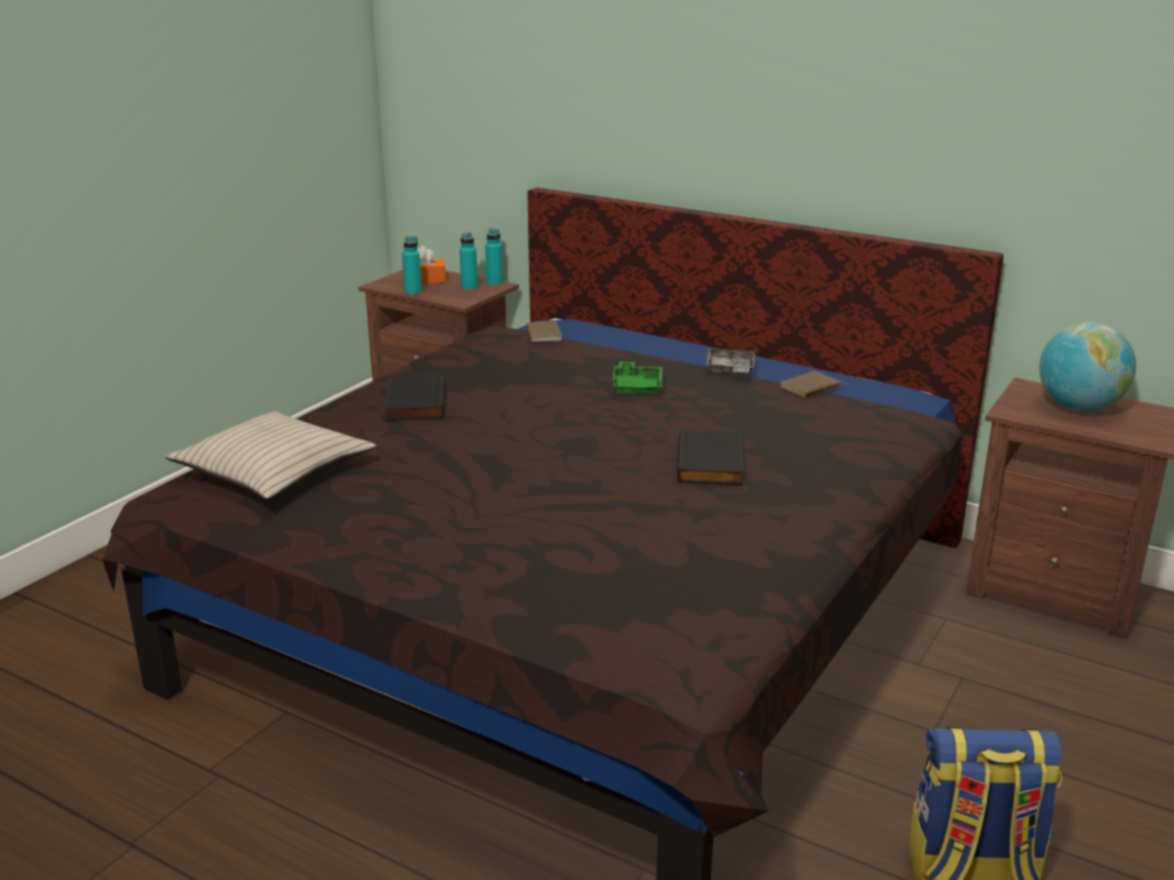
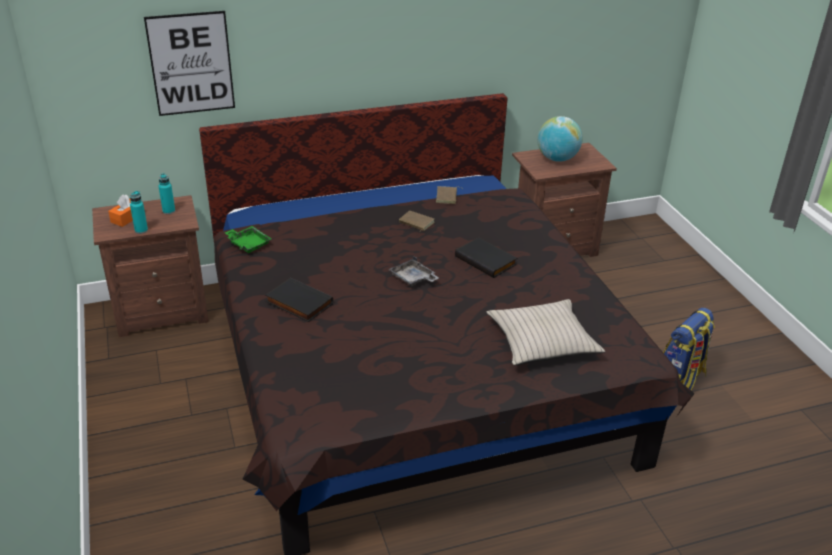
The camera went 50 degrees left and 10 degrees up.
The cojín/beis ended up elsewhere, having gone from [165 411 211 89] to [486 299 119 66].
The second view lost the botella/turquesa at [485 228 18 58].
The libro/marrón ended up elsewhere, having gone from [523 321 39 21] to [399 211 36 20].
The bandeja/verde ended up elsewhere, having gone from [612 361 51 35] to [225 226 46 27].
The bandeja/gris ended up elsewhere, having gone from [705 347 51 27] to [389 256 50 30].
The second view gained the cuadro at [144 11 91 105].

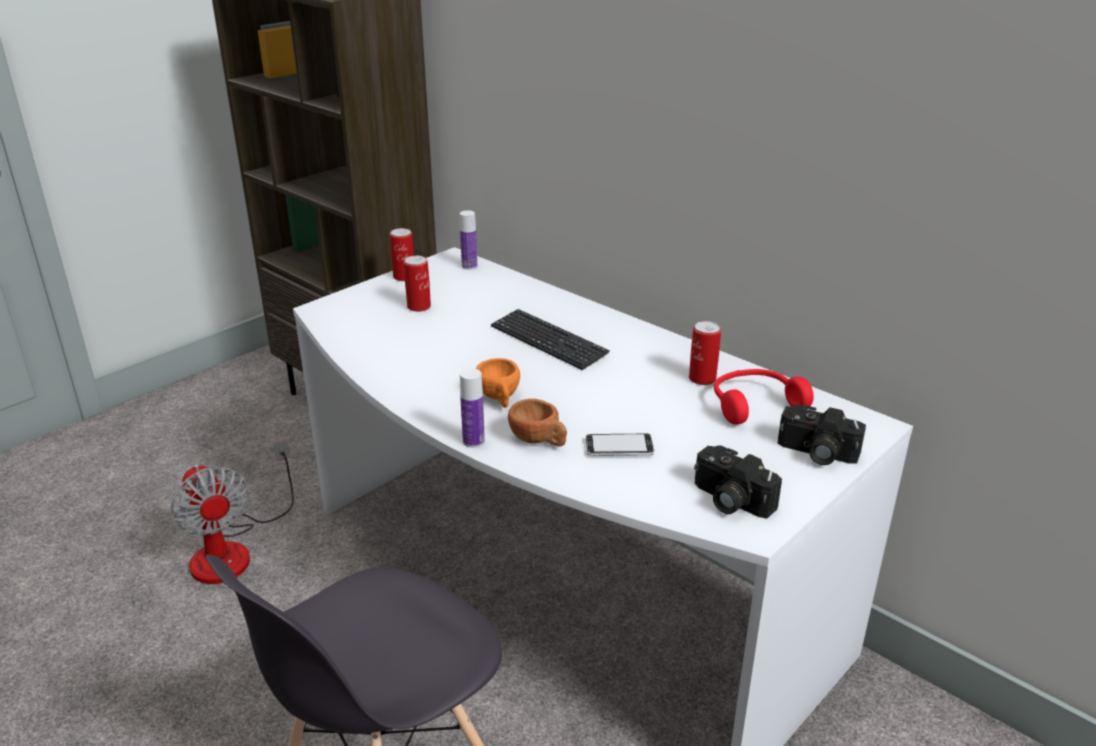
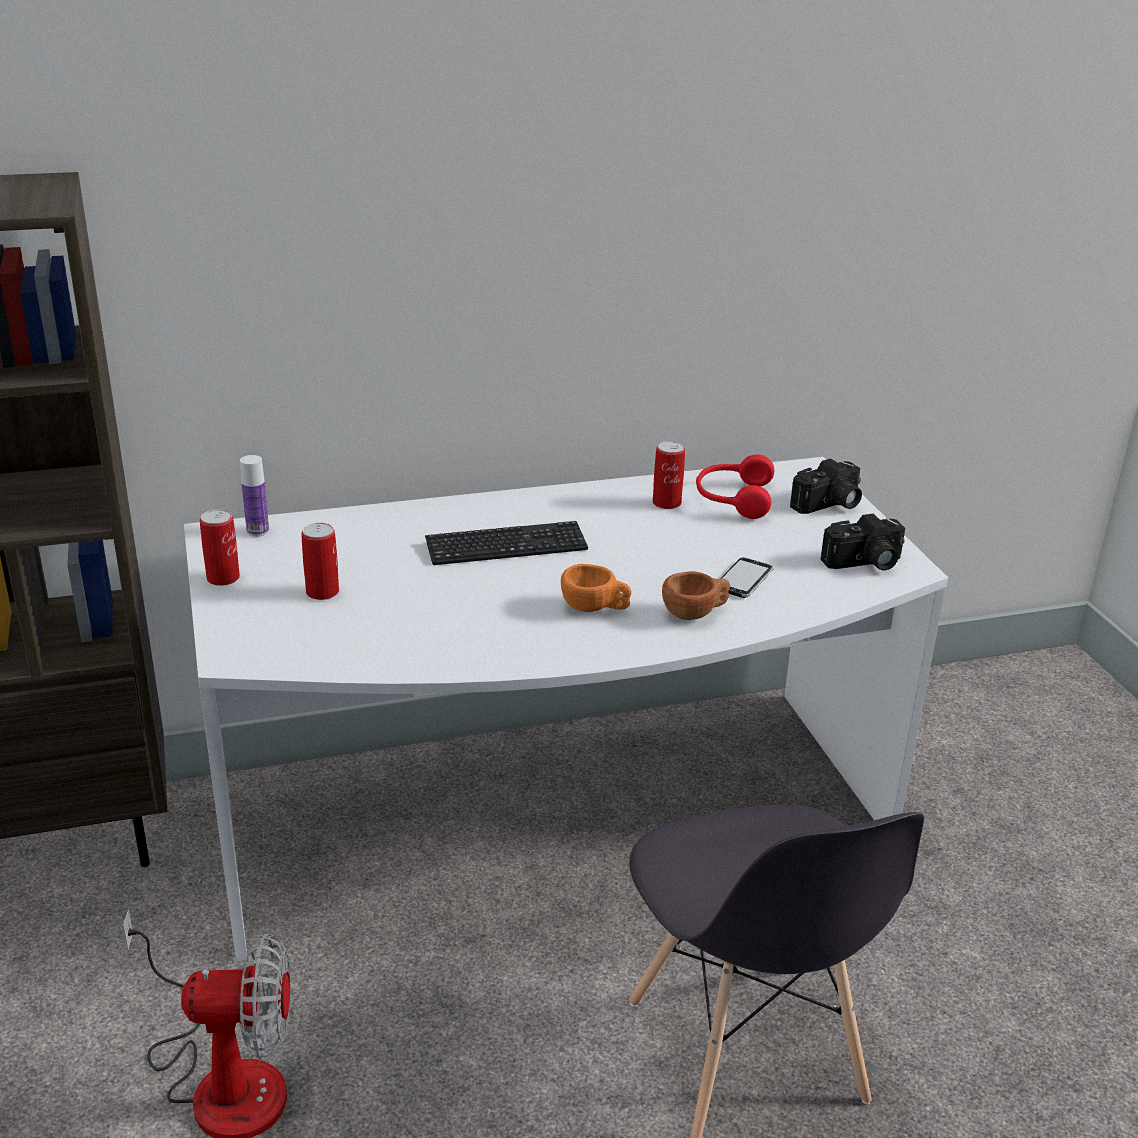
The camera went 60 degrees left and 0 degrees up.
The second view lost the botella at [460 368 25 80].

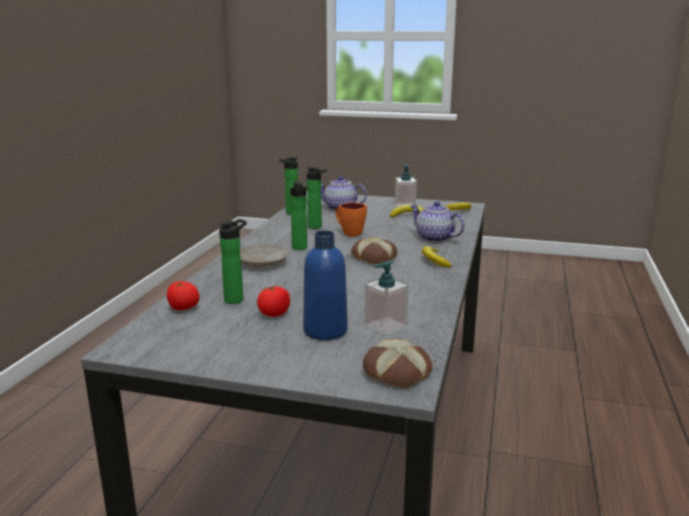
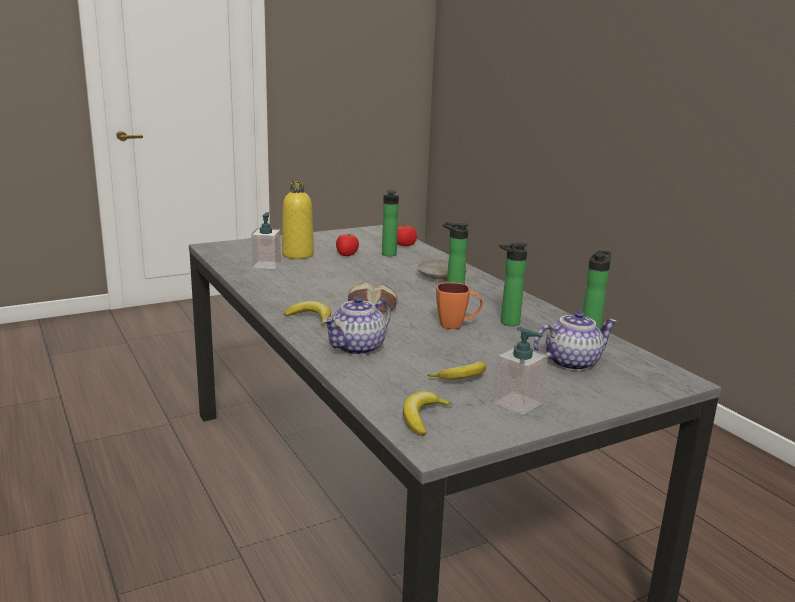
The camera went 135 degrees right and 0 degrees up.
What was the botella/azul at [303 231 45 109] turned into the botella/amarillo at [282 181 32 78].
The second view lost the pan at [363 339 70 48].
The tetera at [410 201 55 41] ended up facing another way, 135 degrees clockwise from before.

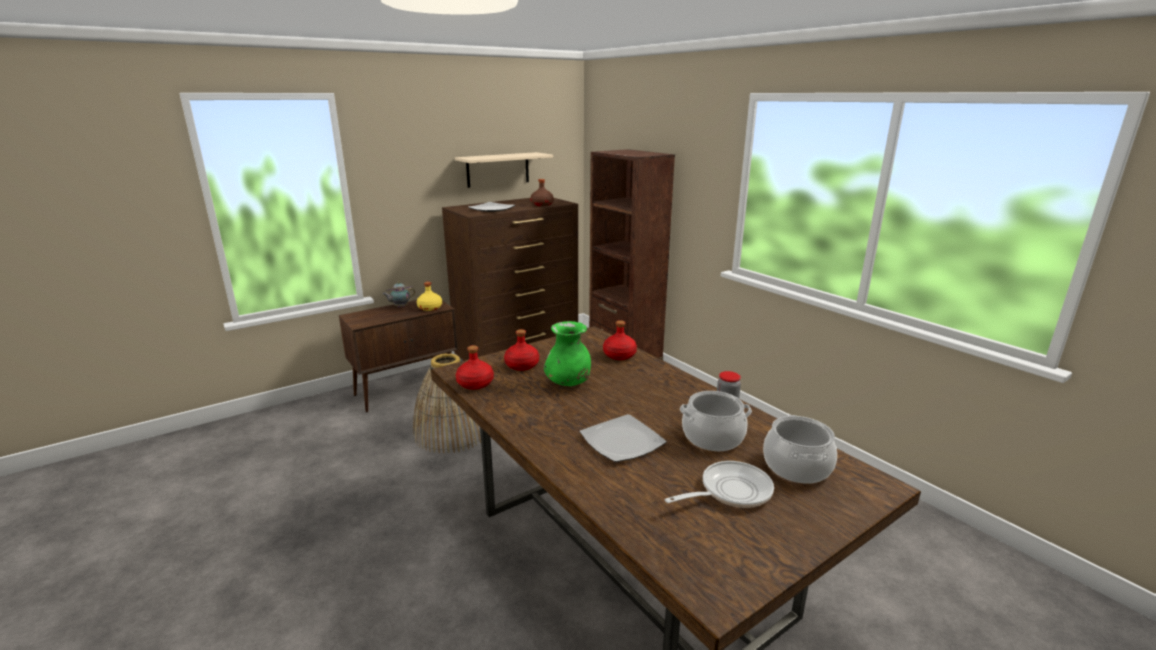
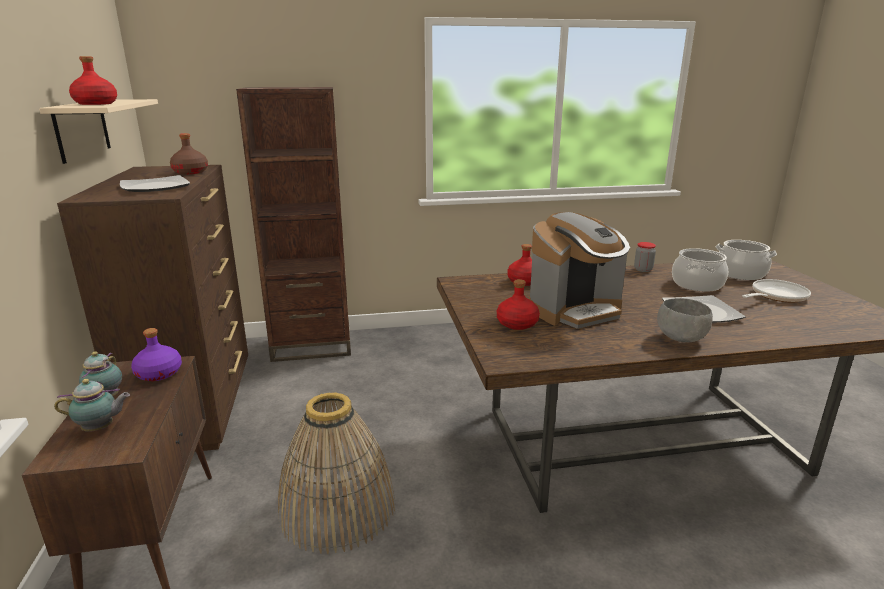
The camera went 65 degrees left and 0 degrees up.
What was the botella/amarillo at [417 282 25 29] turned into the botella/morado at [131 328 51 53].
The botella/rojo ended up elsewhere, having gone from [456 345 38 45] to [69 56 48 49].
Where the florero/verde stood at [544 321 47 65], the cafetera came to stand at [529 212 101 117].
The sartén at [664 461 110 47] ended up facing another way, 60 degrees clockwise from before.
The second view gained the tetera at [54 379 76 53].
The second view gained the cuenco/gris at [657 298 56 44].

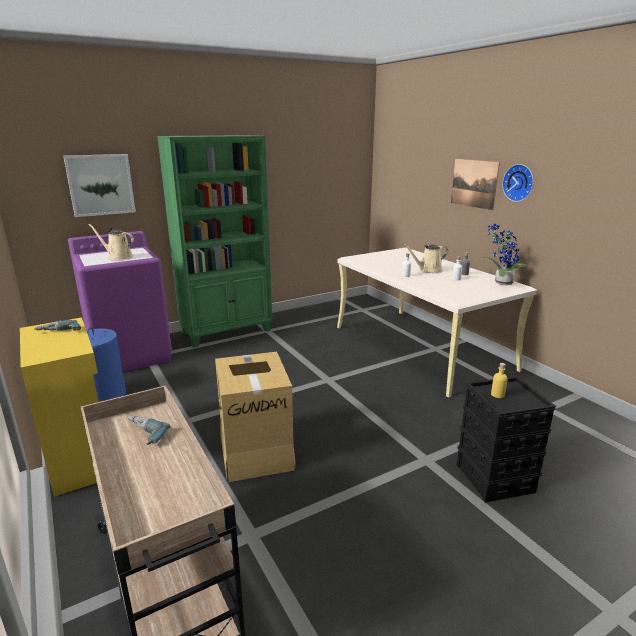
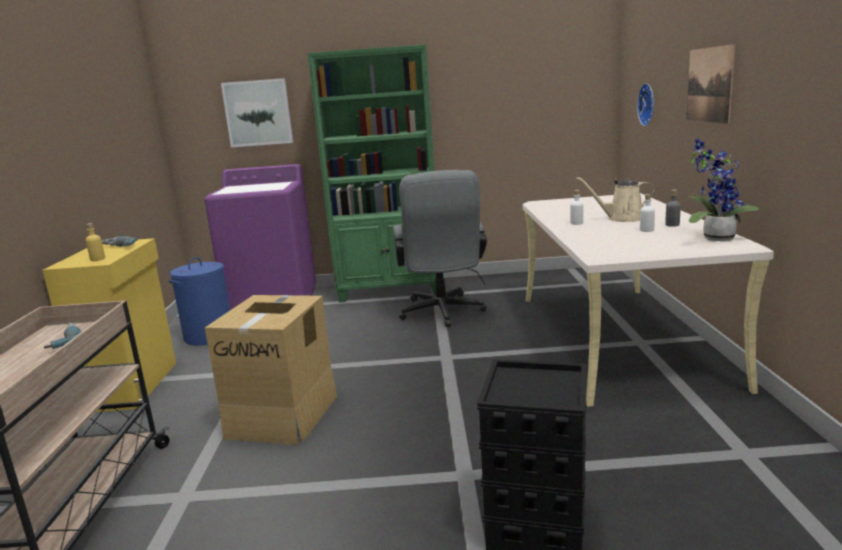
The camera went 30 degrees right and 5 degrees down.
The second view lost the regadera/beis at [88 224 46 37].
The botella/amarillo ended up elsewhere, having gone from [491 363 17 35] to [86 223 19 38].
The reloj de pared ended up elsewhere, having gone from [502 164 32 38] to [637 83 17 43].
The second view gained the silla de oficina/gris at [393 170 94 157].

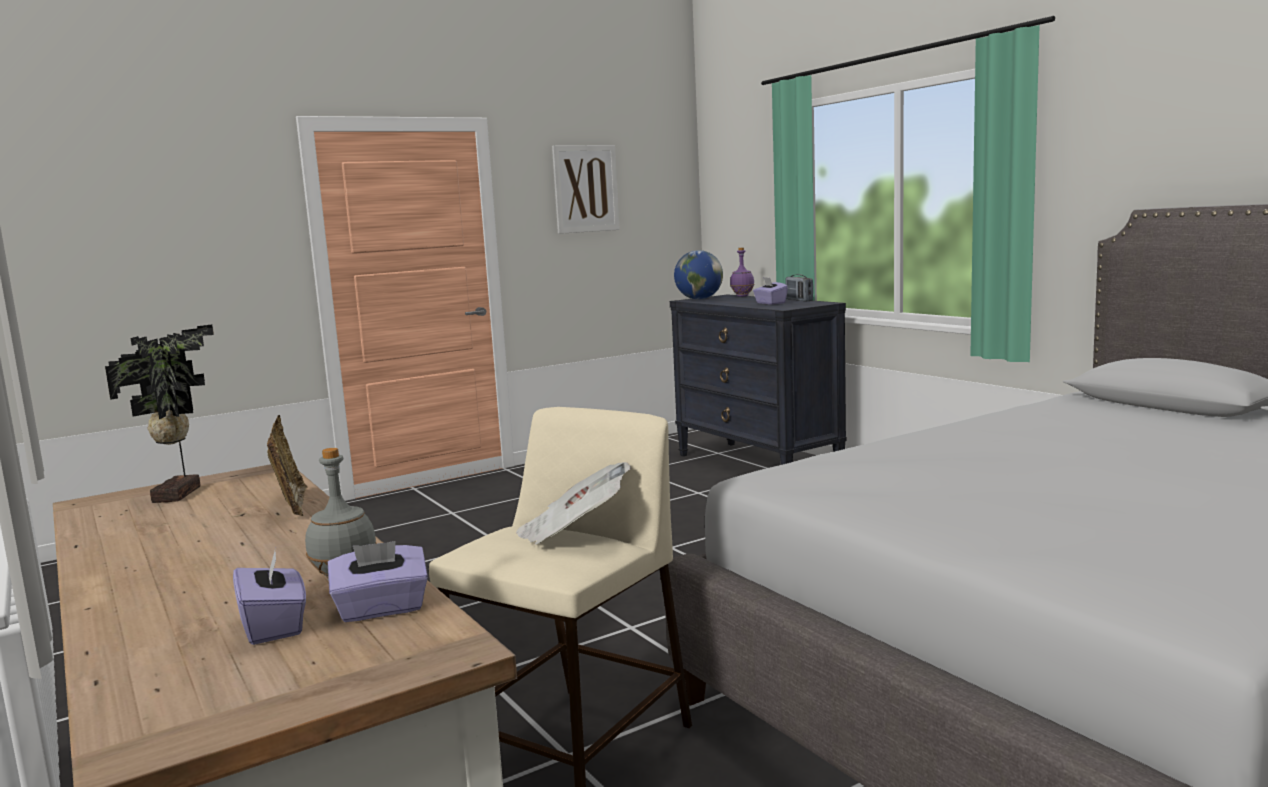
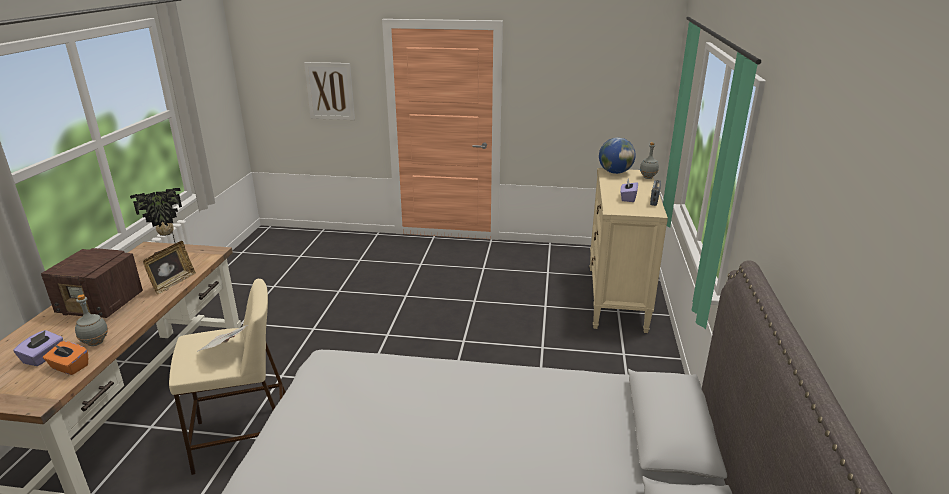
The camera went 40 degrees right and 15 degrees up.
What was the caja de pañuelos/morado at [328 541 100 81] turned into the caja de pañuelos/naranja at [43 341 45 34].
The cuadro ended up elsewhere, having gone from [552 145 68 89] to [304 62 51 58].
What was the cómoda/negro at [670 294 177 171] turned into the cómoda/beis at [590 168 78 165].
What was the botella/morado at [730 248 24 49] turned into the botella/gris at [640 142 19 37].
The second view gained the radio at [41 248 102 70].

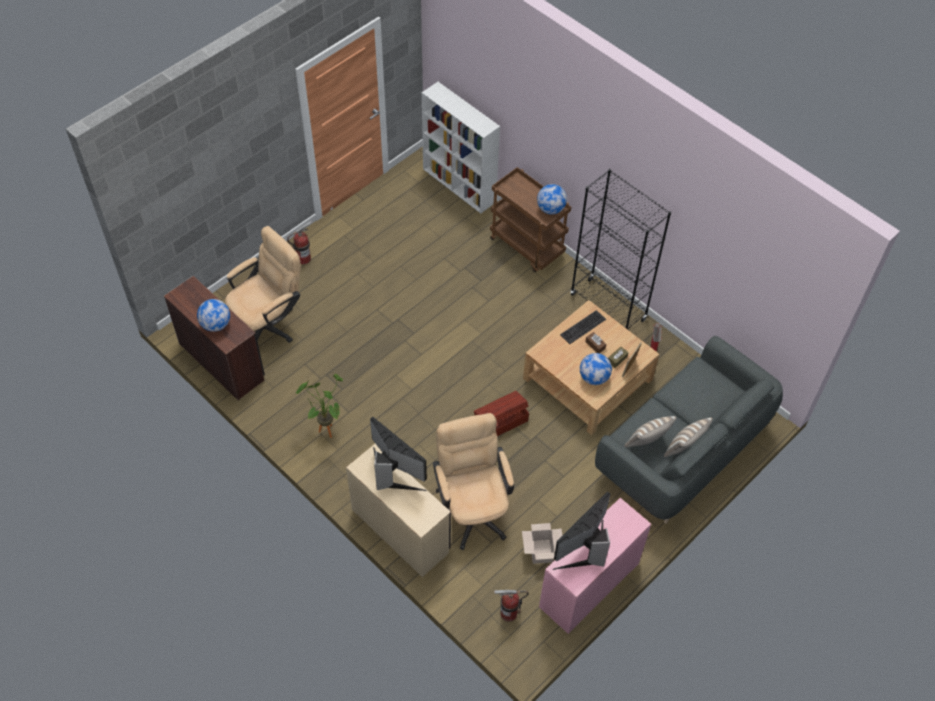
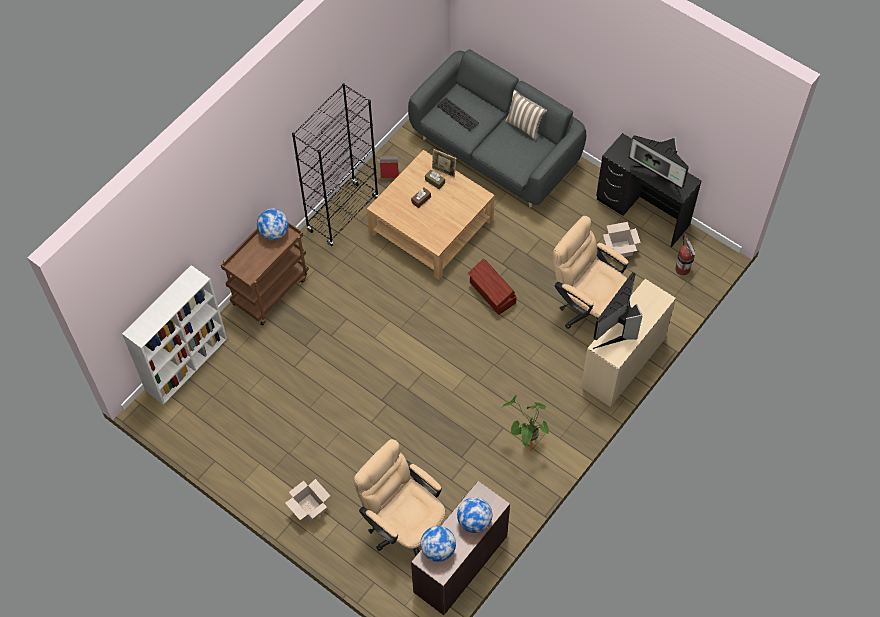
The camera went 95 degrees left and 5 degrees up.
Where the extintor stood at [287 221 25 43], the caja de cartón came to stand at [285 479 45 44].
The silla de oficina/beis at [433 413 81 137] ended up facing another way, 60 degrees clockwise from before.
What was the escritorio/rosa at [539 498 112 136] turned into the escritorio/negro at [596 133 106 115].
The teclado ended up elsewhere, having gone from [560 310 46 34] to [436 98 43 33].
The globo terráqueo ended up elsewhere, having gone from [580 353 32 32] to [420 526 36 36].
The second view lost the cojín at [624 416 52 32].

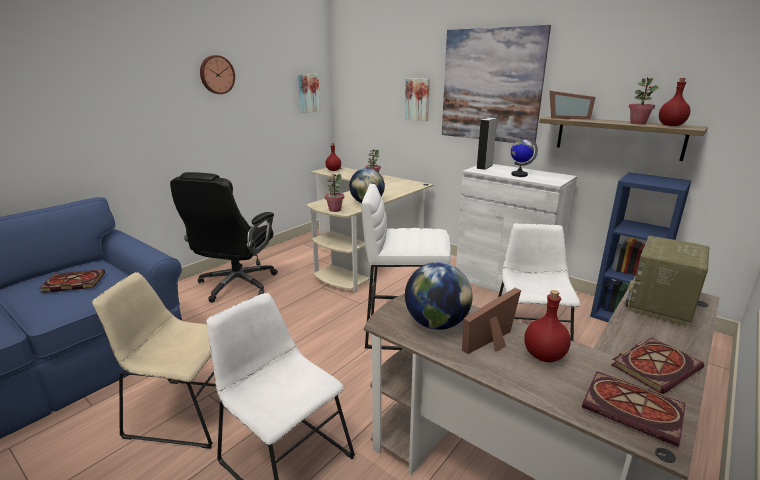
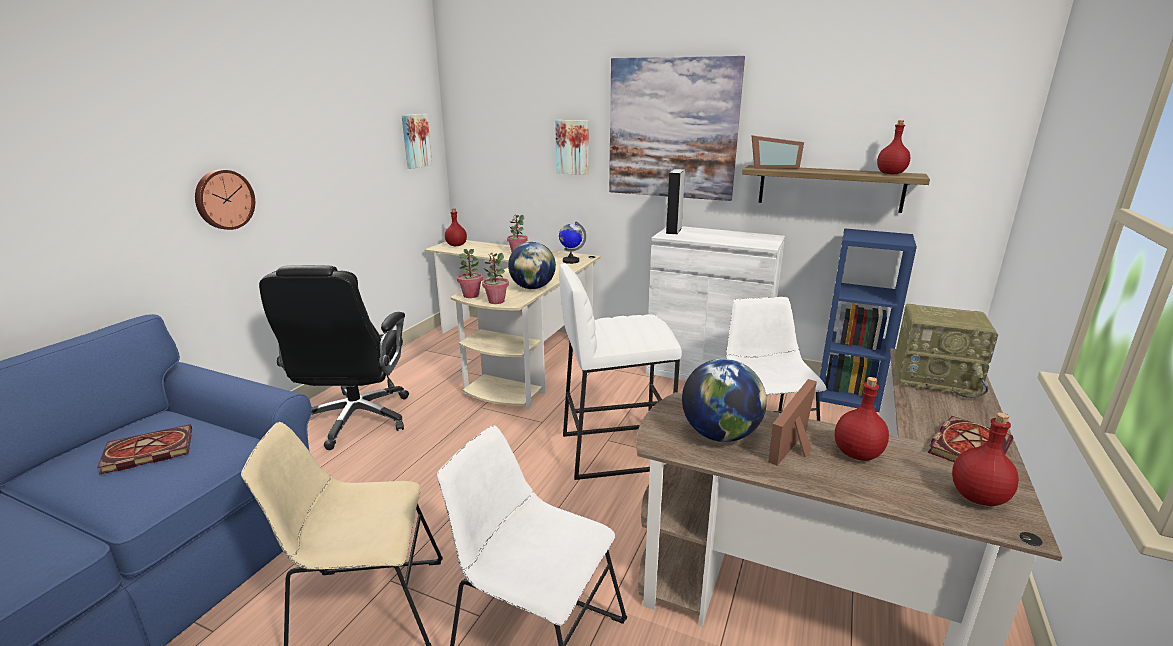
The camera went 15 degrees left and 0 degrees up.
The reloj de pared ended up elsewhere, having gone from [200 55 35 39] to [195 170 60 60].
The globo terráqueo ended up elsewhere, having gone from [511 137 27 40] to [559 221 27 43].
Where the libro stood at [582 371 104 76], the botella/rojo came to stand at [952 413 67 93].
The radio at [624 236 86 91] ended up facing another way, 90 degrees counterclockwise from before.
The planta en maceta ended up elsewhere, having gone from [628 78 31 46] to [457 249 26 49].

